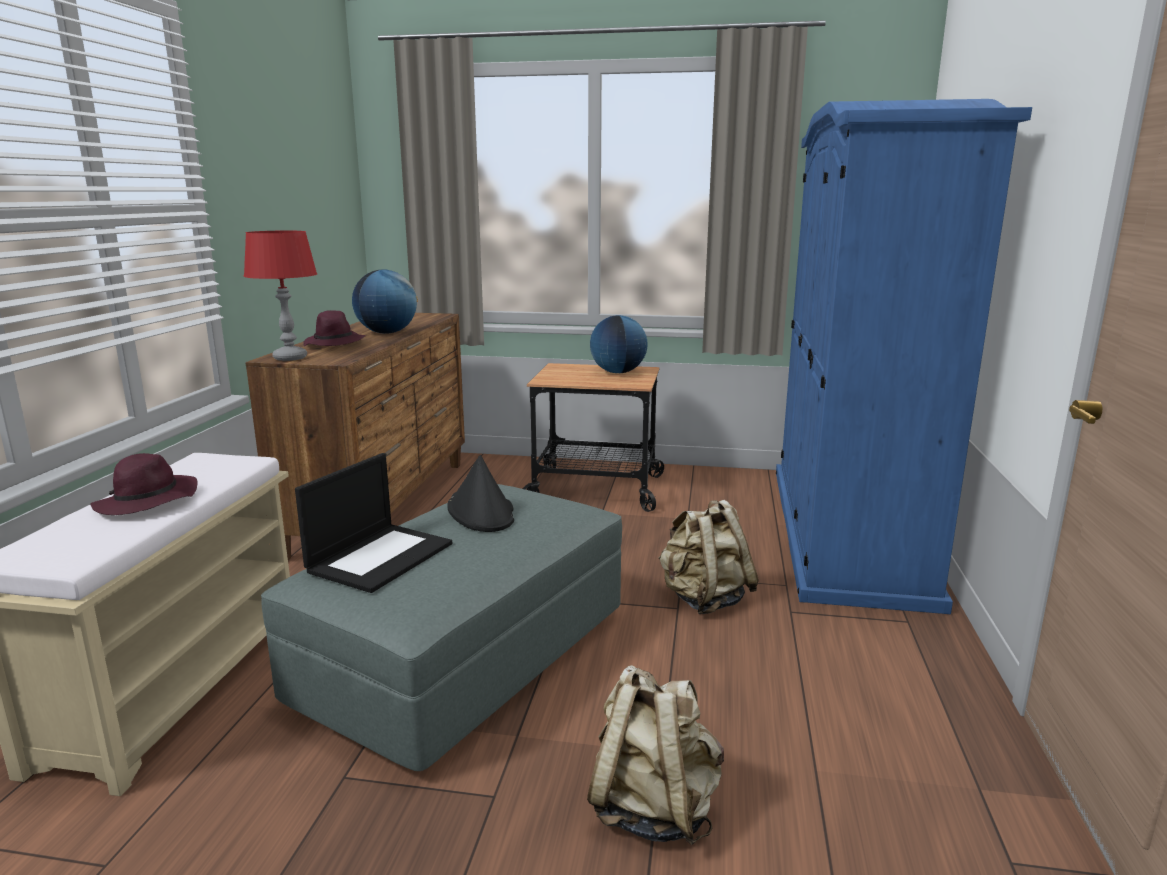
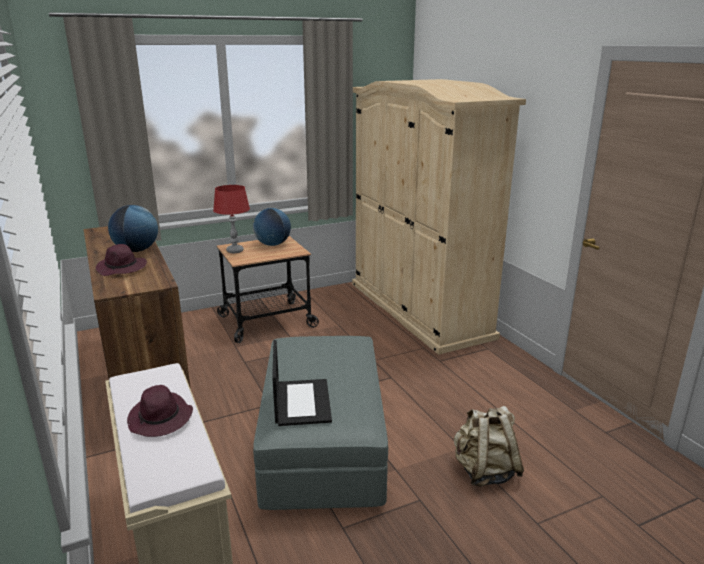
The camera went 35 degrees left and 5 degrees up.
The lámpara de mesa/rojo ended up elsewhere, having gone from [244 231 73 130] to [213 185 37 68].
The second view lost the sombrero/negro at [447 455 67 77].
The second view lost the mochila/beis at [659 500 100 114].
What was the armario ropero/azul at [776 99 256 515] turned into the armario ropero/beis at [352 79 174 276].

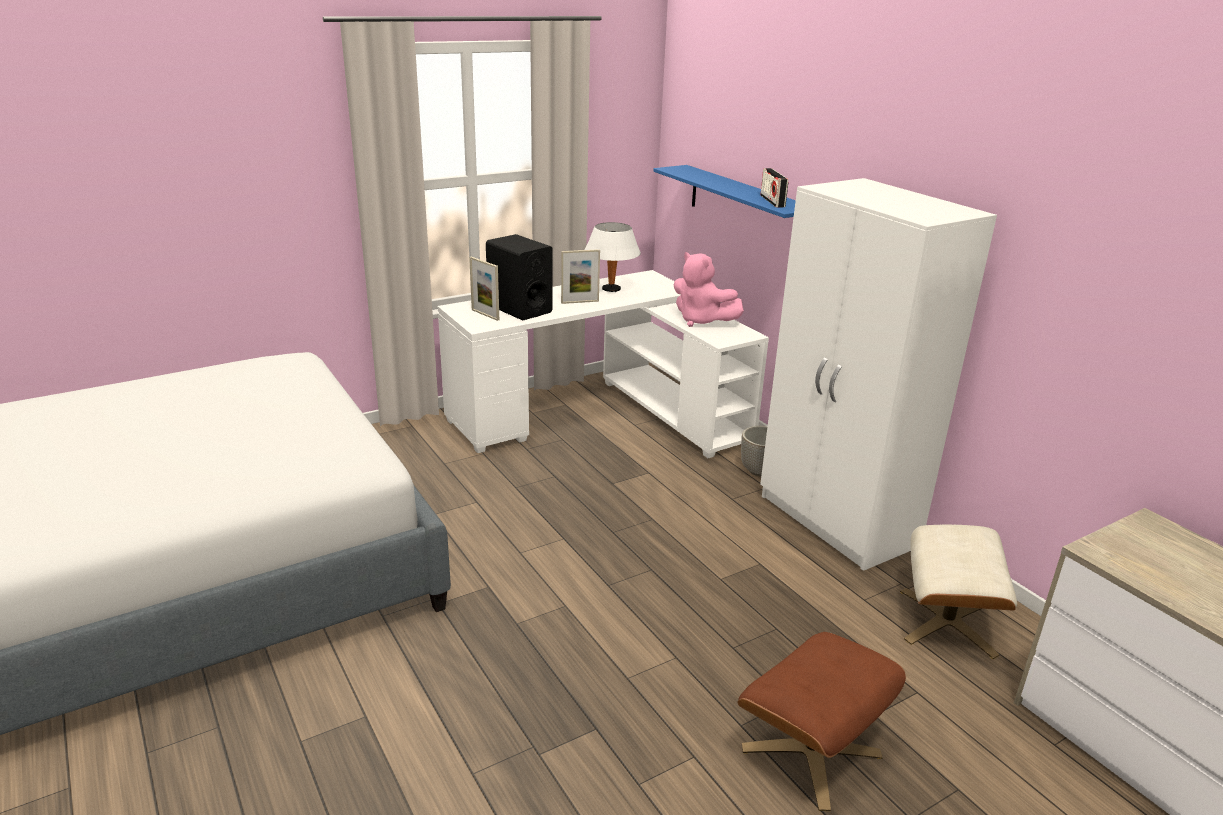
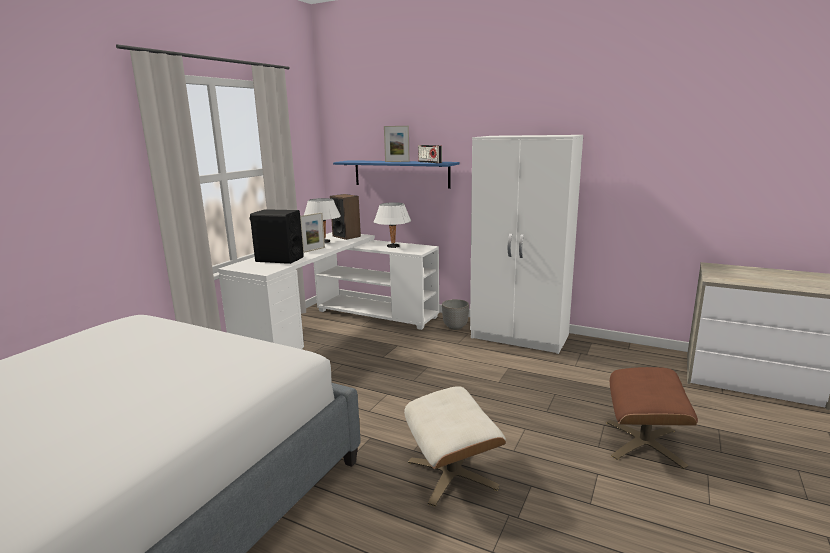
The camera went 30 degrees left and 10 degrees down.
The portarretratos ended up elsewhere, having gone from [469 256 30 65] to [384 126 26 36].
Where the peluche/rosa stood at [674 252 70 75], the lámpara de mesa/blanco came to stand at [374 202 37 46].
The puf/beis ended up elsewhere, having gone from [900 525 117 134] to [404 386 102 120].
The second view gained the altavoz at [330 194 31 46].

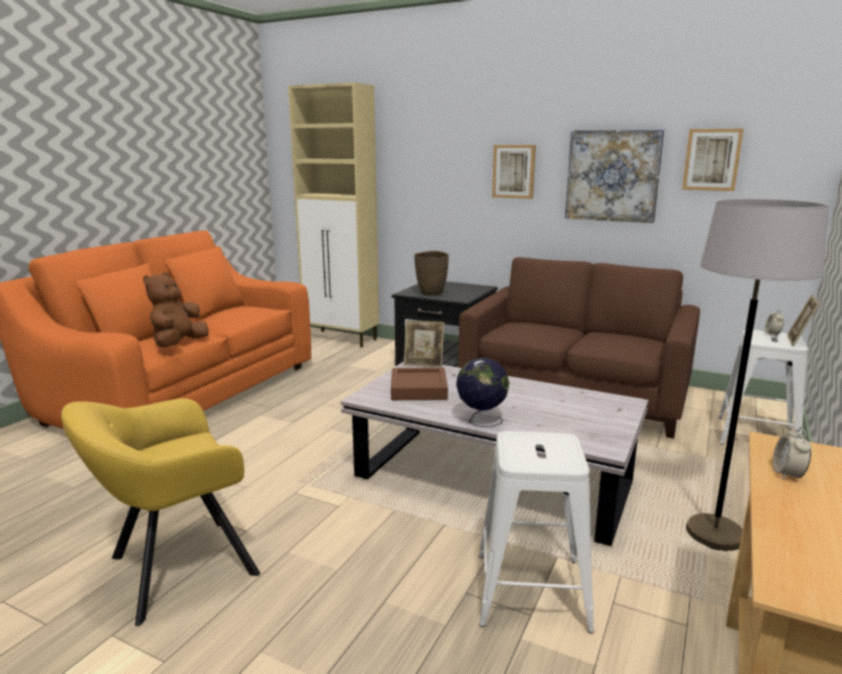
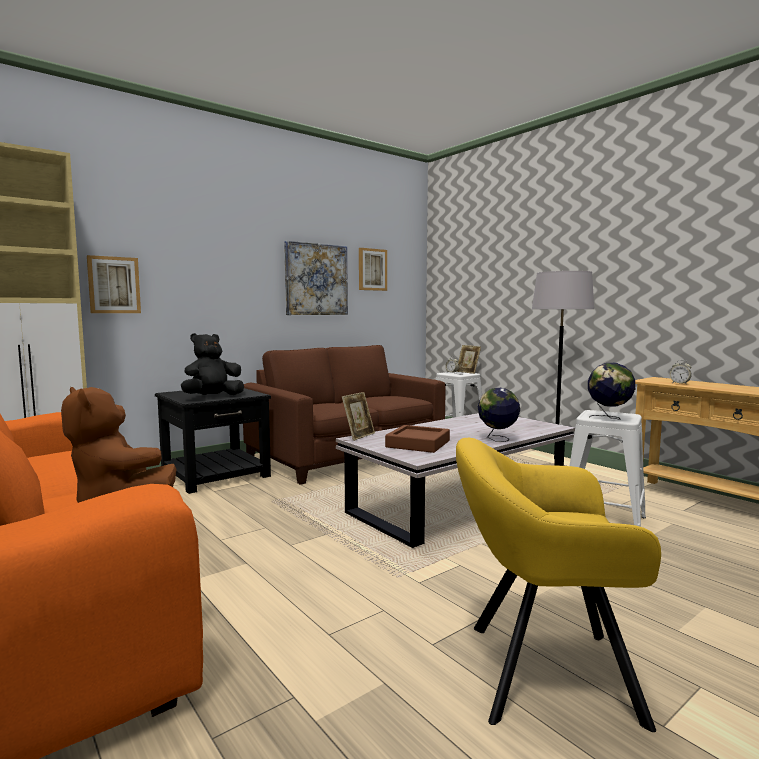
The camera went 65 degrees left and 10 degrees down.
The sillón/amarillo at [61 398 199 228] ended up facing another way, 105 degrees clockwise from before.
Where the florero/marrón stood at [414 251 35 44], the peluche/negro came to stand at [181 333 63 62].
The cuadro ended up elsewhere, having gone from [492 145 44 54] to [87 255 54 58].
The second view gained the globo terráqueo at [588 363 47 57].

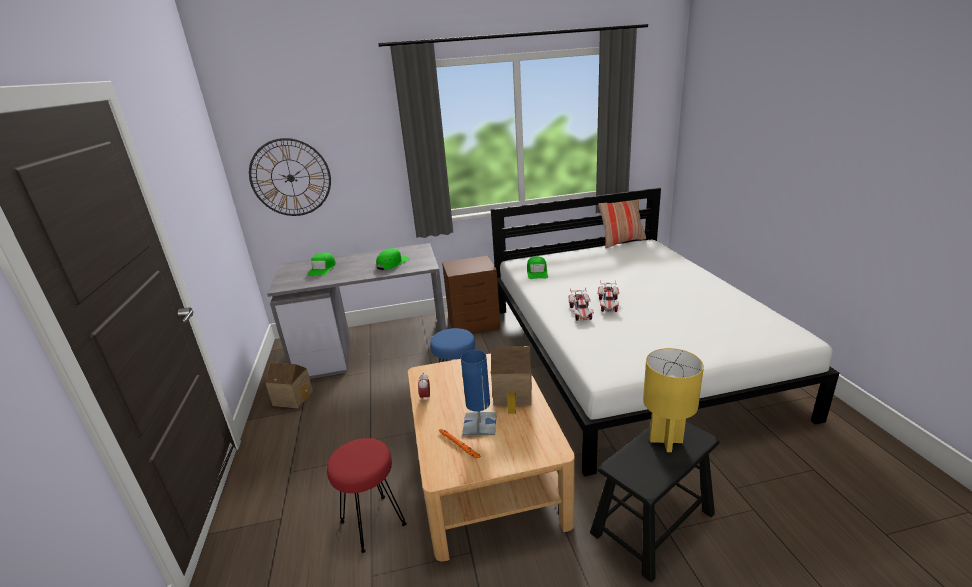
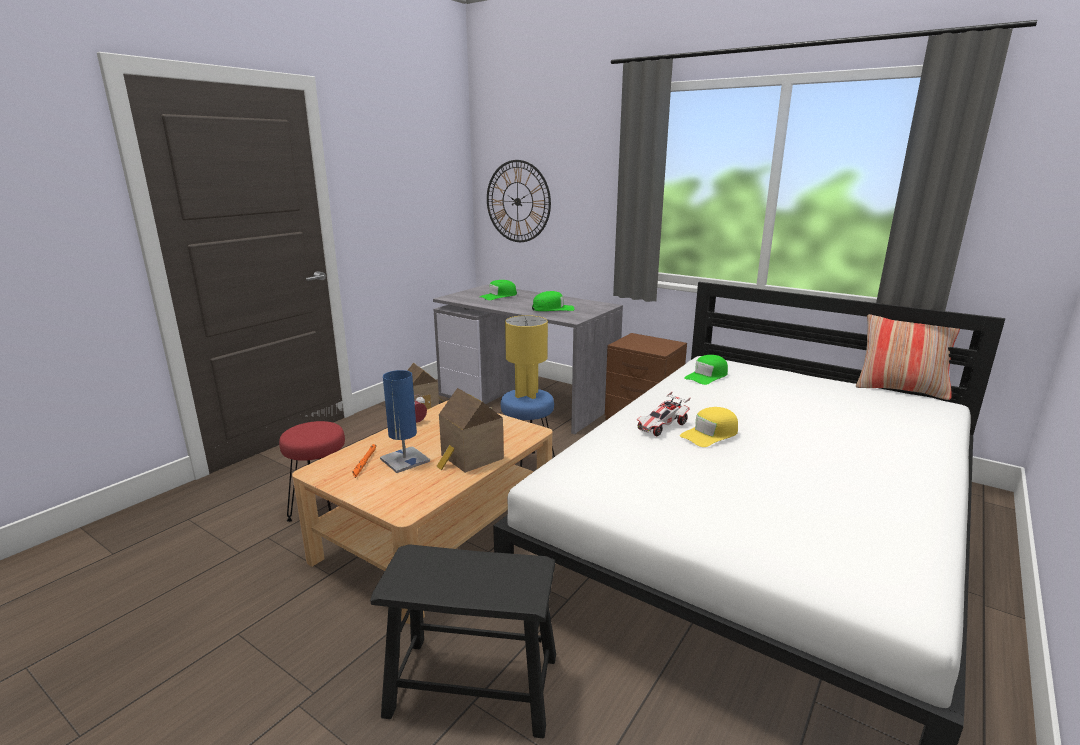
The camera went 45 degrees right and 5 degrees down.
Where the coche de juguete stood at [598 280 21 32], the gorra/amarillo came to stand at [680 407 58 40].
The lámpara de mesa/amarillo ended up elsewhere, having gone from [643 348 61 104] to [505 315 43 84].

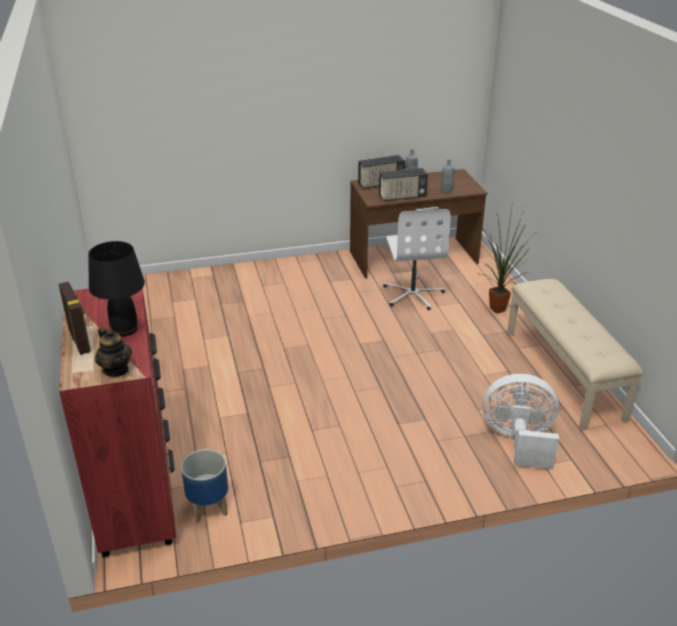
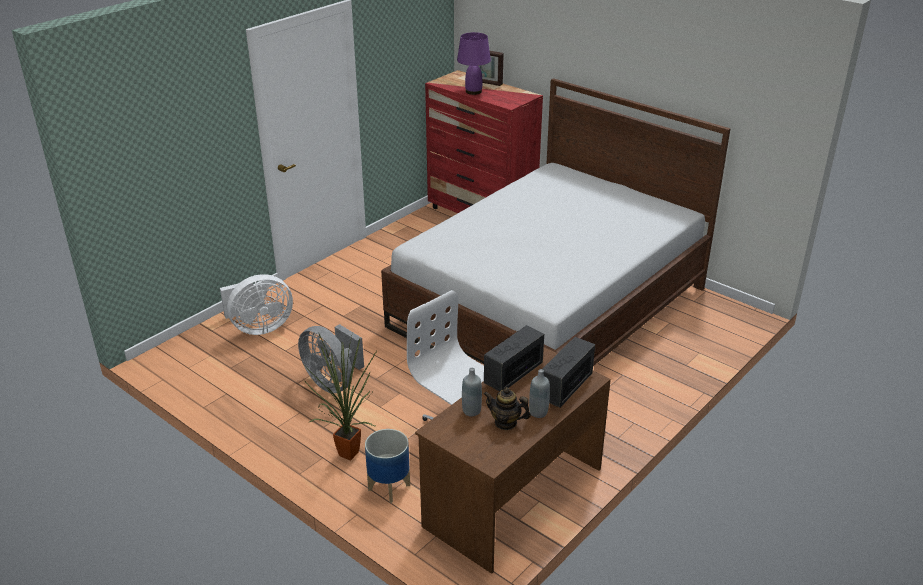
The camera went 145 degrees right and 0 degrees up.
What was the lámpara de mesa/negro at [88 241 57 96] turned into the lámpara de mesa/morado at [457 32 34 63].
The tetera ended up elsewhere, having gone from [95 327 37 50] to [484 387 47 43].
The maceta ended up elsewhere, having gone from [181 449 47 74] to [365 429 45 74].
The second view lost the banco/beis at [507 279 136 152].
The second view gained the ventilador/gris at [298 324 66 69].
The second view gained the cama at [381 78 349 288].

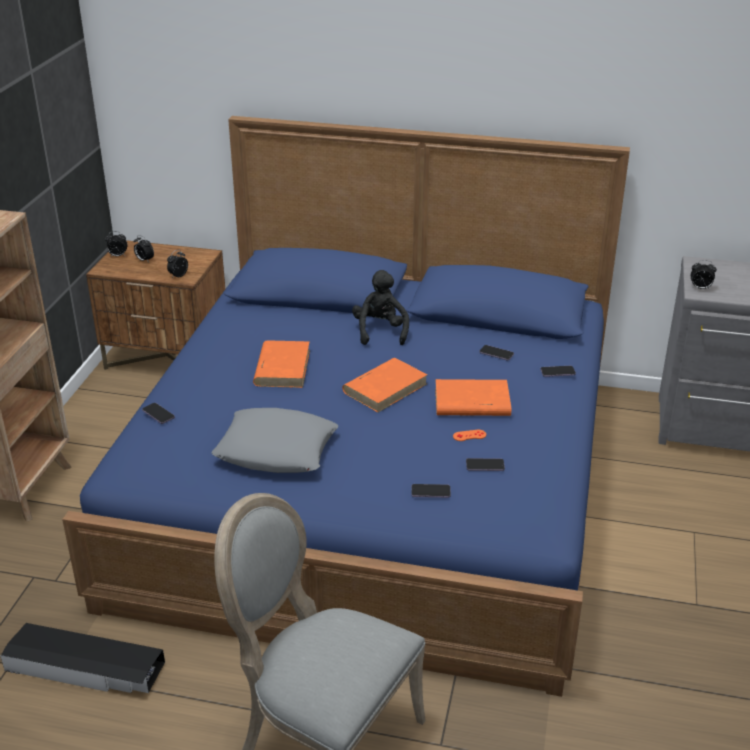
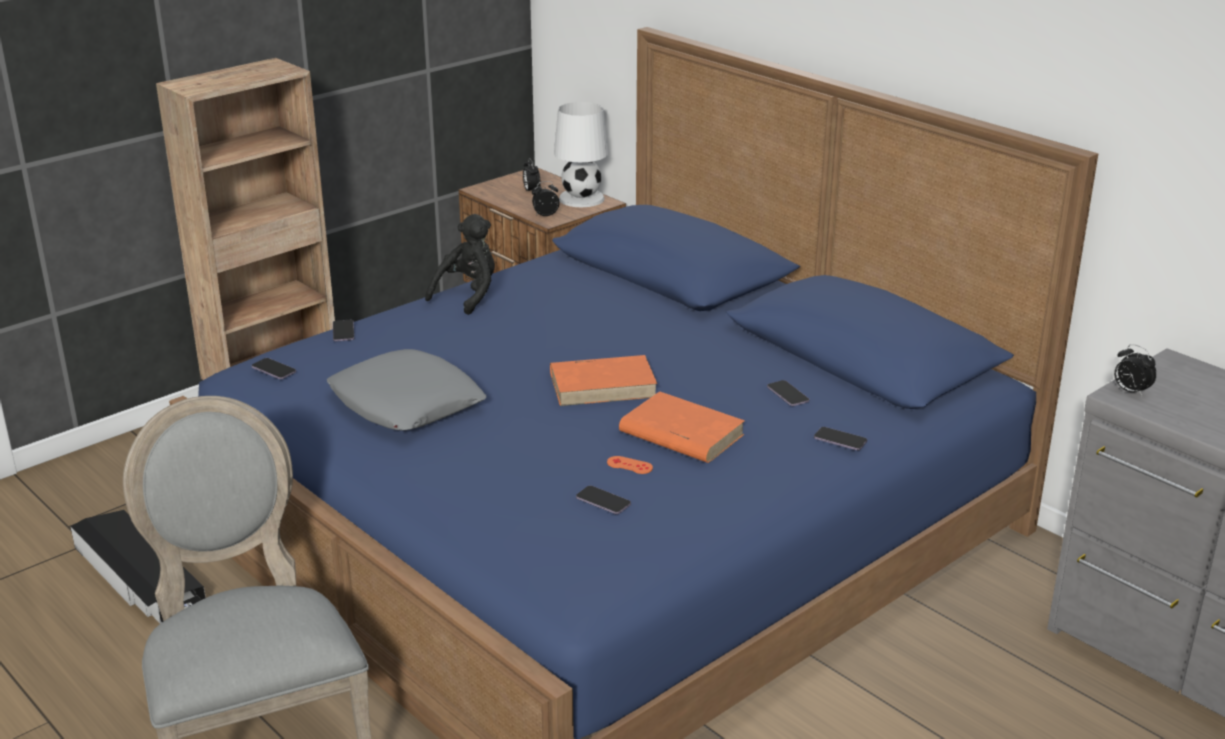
The camera went 35 degrees right and 5 degrees down.
The second view lost the despertador at [105 231 22 26].
The second view lost the libro/naranja at [253 340 57 48].
The peluche/negro ended up elsewhere, having gone from [352 270 57 75] to [425 214 70 101].
The móvil ended up elsewhere, having gone from [411 484 40 14] to [252 358 44 21].
The second view gained the lámpara de mesa/blanco at [554 102 55 105].

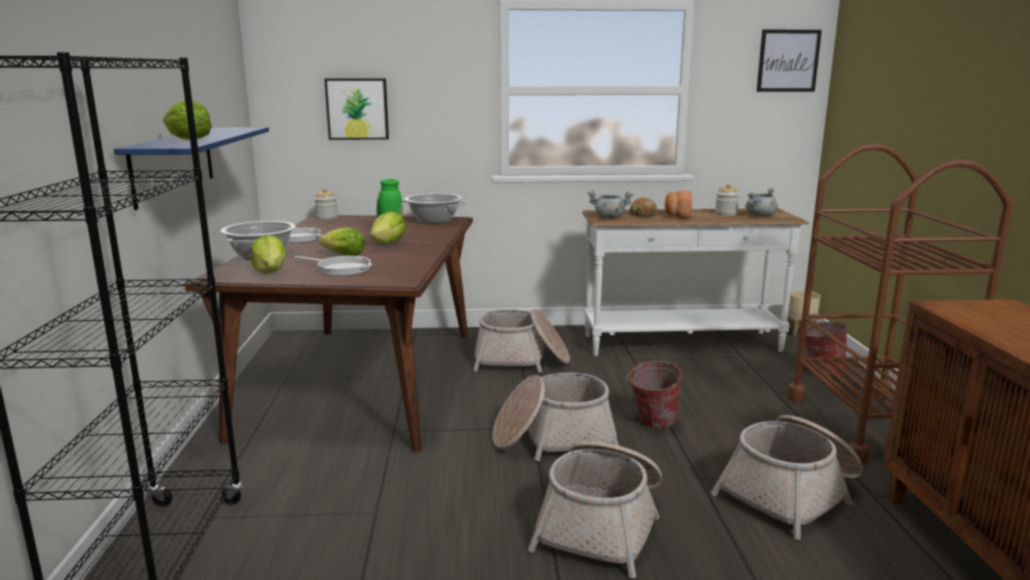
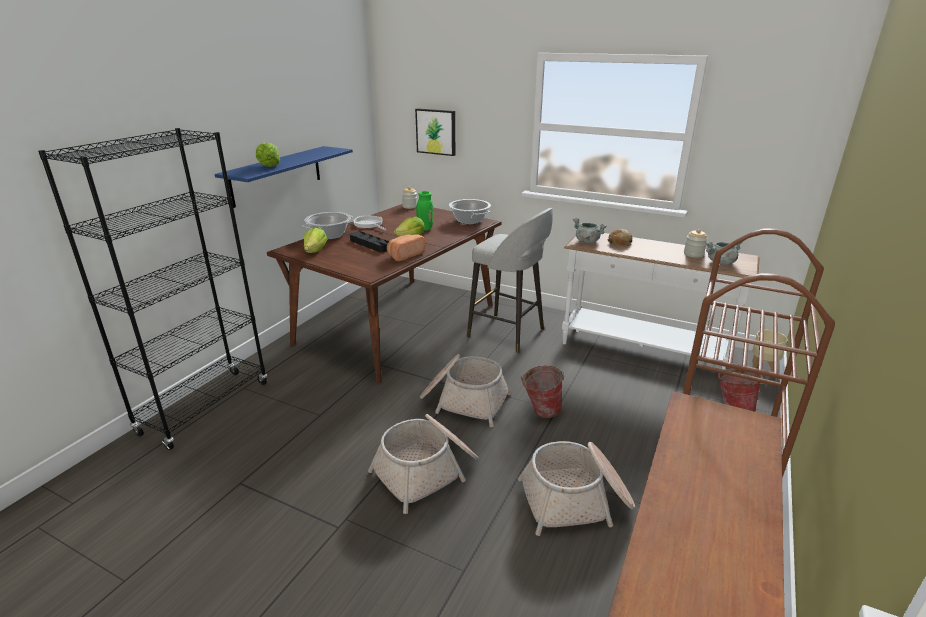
The camera went 30 degrees right and 10 degrees up.
The second view lost the sartén at [294 256 78 20].
Where the lechuga stood at [319 228 46 28], the bandeja/negro came to stand at [350 231 39 21].
Where the cesta stood at [473 309 97 64], the taburete/gris came to stand at [467 208 86 145].
The pan ended up elsewhere, having gone from [665 190 27 28] to [387 234 38 27].
The second view lost the cuadro at [757 30 65 62].

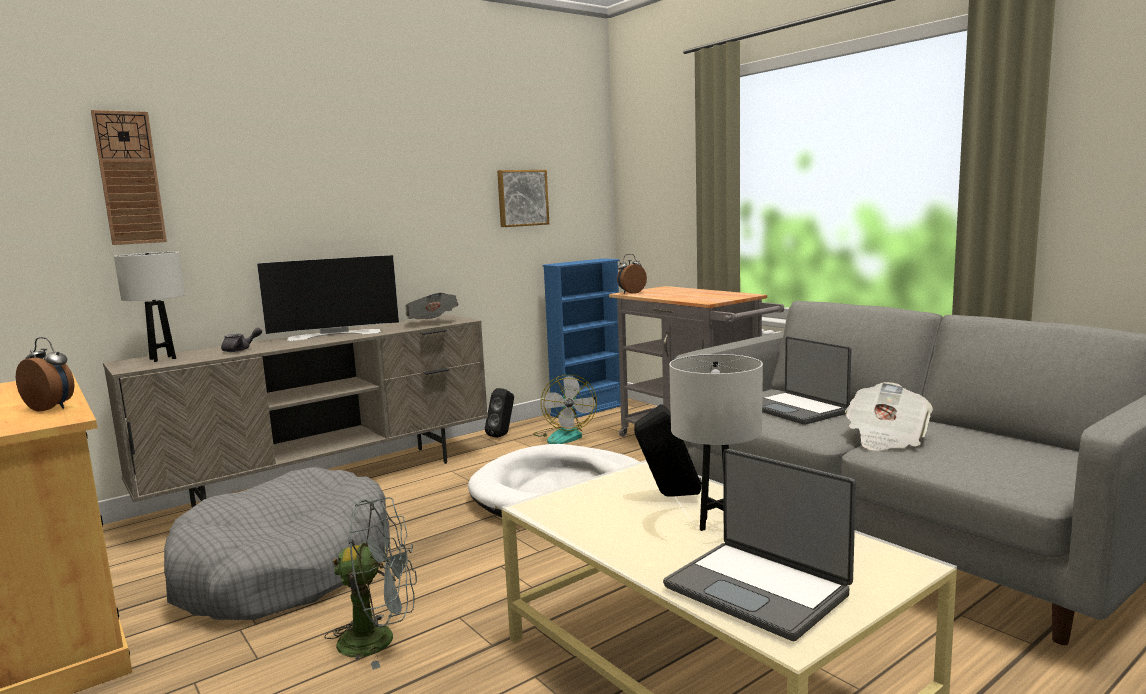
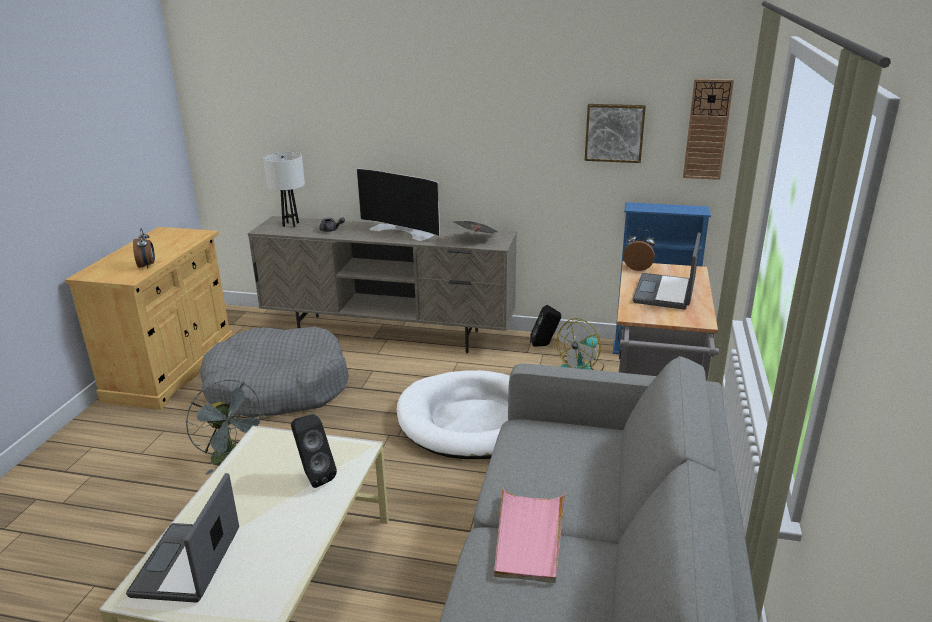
The camera went 50 degrees right and 15 degrees up.
The reloj de pared ended up elsewhere, having gone from [91 110 76 135] to [683 79 51 101].
The second view lost the lámpara de mesa/blanco at [669 354 94 177].
The portátil ended up elsewhere, having gone from [762 336 89 89] to [632 232 69 77].
Where the periódico stood at [845 382 88 69], the bandeja/rosa came to stand at [494 487 71 96].

